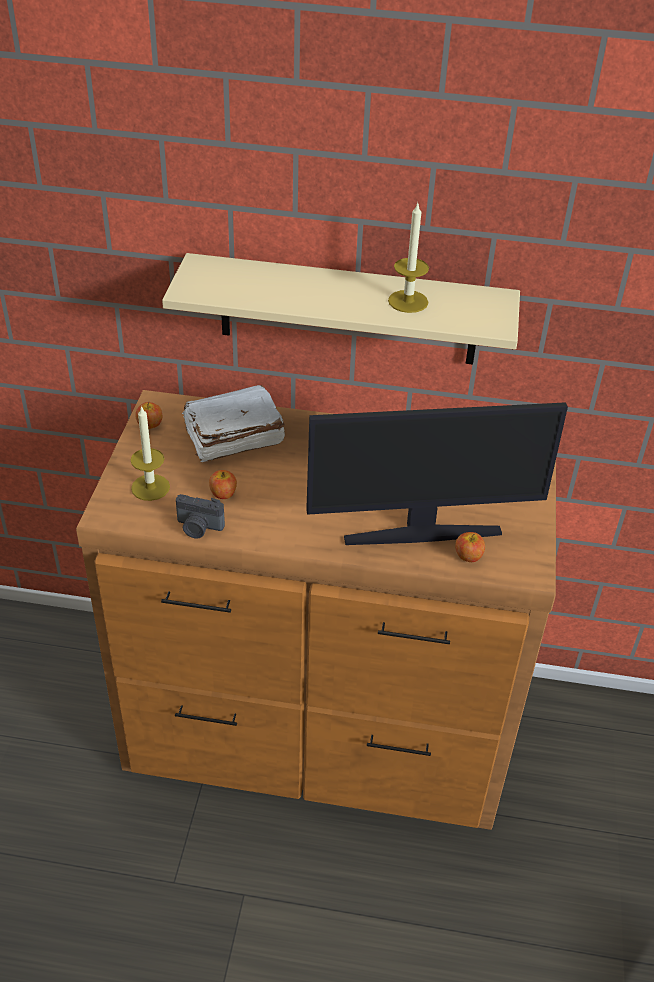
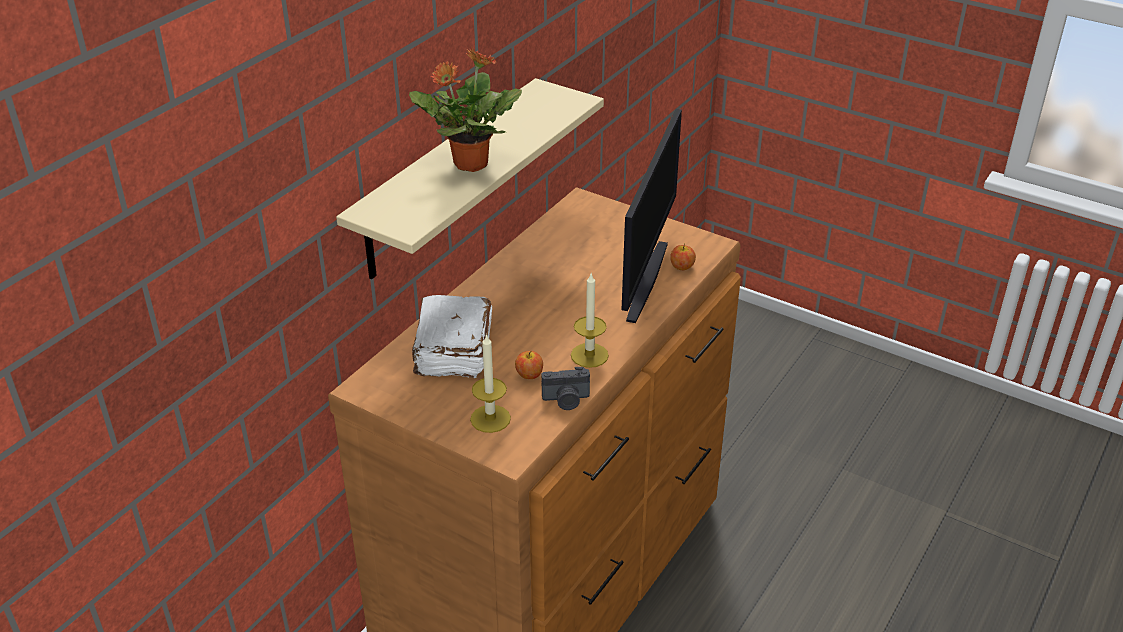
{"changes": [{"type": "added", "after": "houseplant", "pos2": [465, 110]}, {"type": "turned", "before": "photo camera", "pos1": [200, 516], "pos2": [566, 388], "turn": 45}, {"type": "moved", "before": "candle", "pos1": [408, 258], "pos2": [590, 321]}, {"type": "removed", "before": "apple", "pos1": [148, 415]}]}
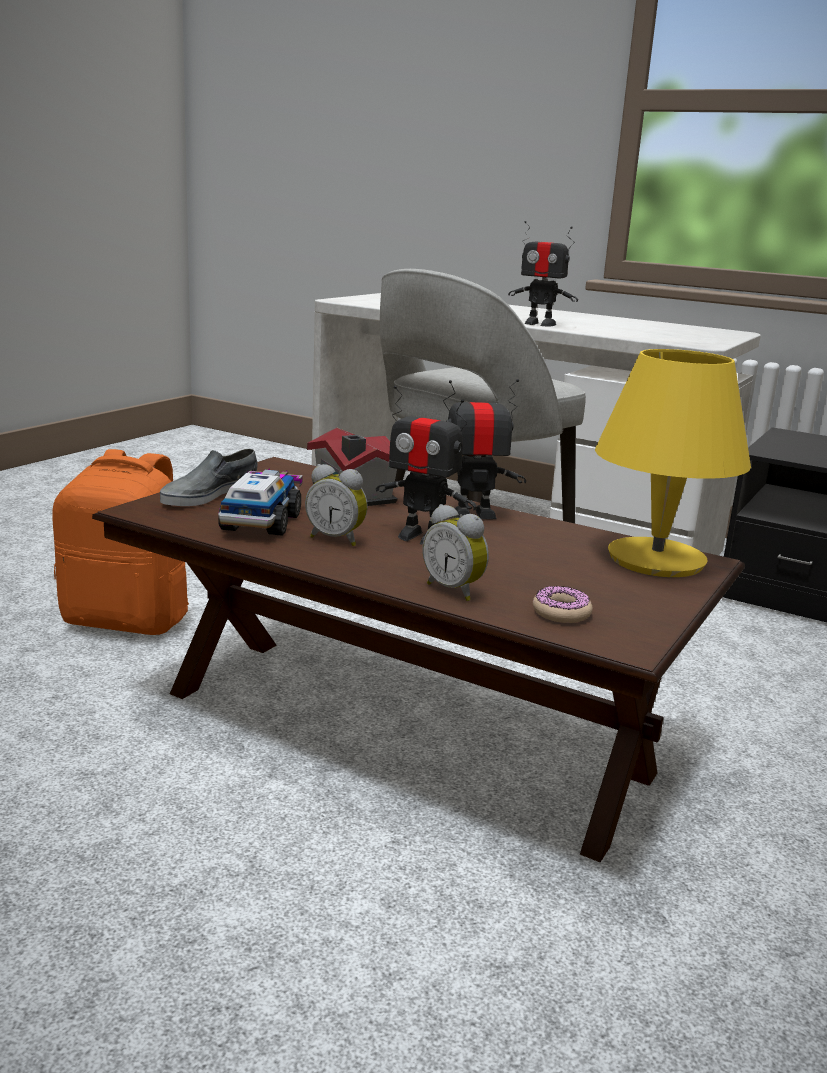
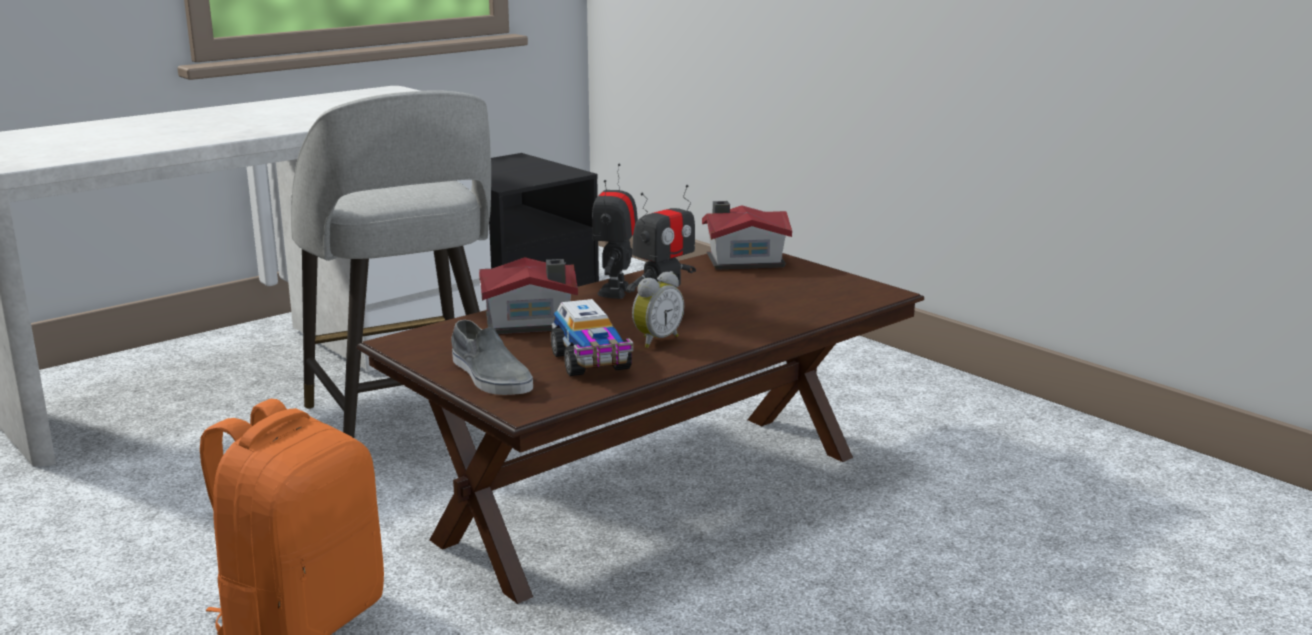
{"changes": [{"type": "turned", "before": "toy lorry", "pos1": [260, 502], "pos2": [592, 337], "turn": -135}, {"type": "replaced", "before": "yellow-coloured lamp for a table", "after": "model house", "pos1": [673, 463], "pos2": [747, 235]}, {"type": "removed", "before": "bedside clock", "pos1": [455, 552]}, {"type": "removed", "before": "toy robot", "pos1": [543, 273]}, {"type": "removed", "before": "doughnut", "pos1": [563, 604]}]}
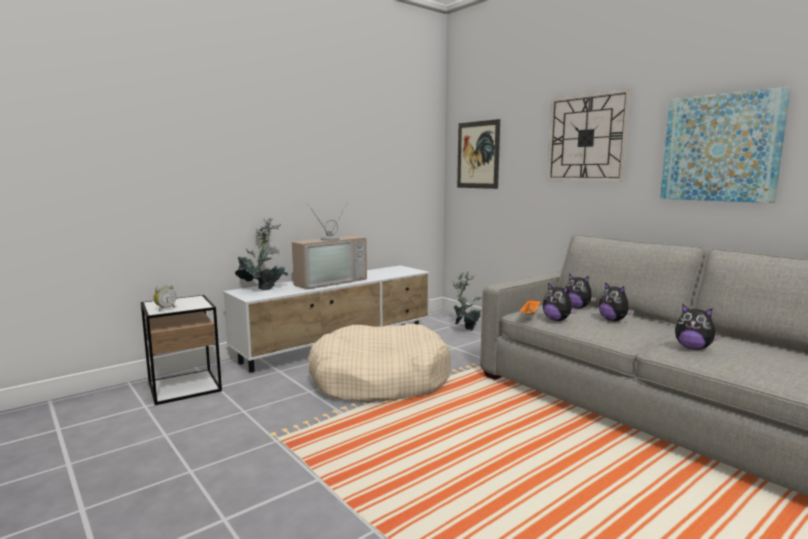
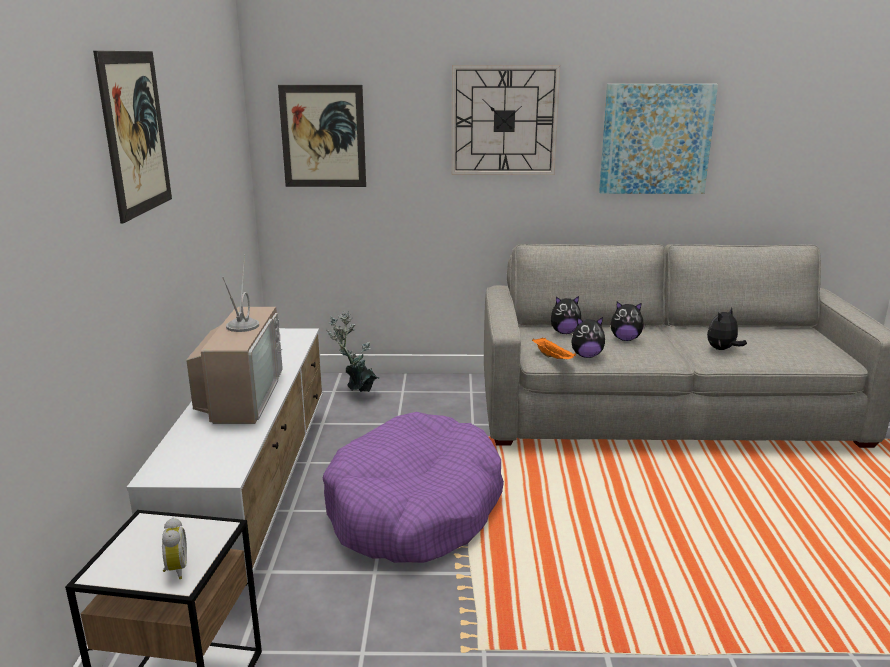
{"changes": [{"type": "added", "after": "picture", "pos2": [132, 137]}, {"type": "recoloured", "before": "beige-coloured dog cushion", "after": "purple dog cushion", "pos1": [379, 363], "pos2": [413, 487]}, {"type": "turned", "before": "soft toy", "pos1": [697, 327], "pos2": [727, 328], "turn": 150}, {"type": "removed", "before": "houseplant", "pos1": [262, 254]}]}
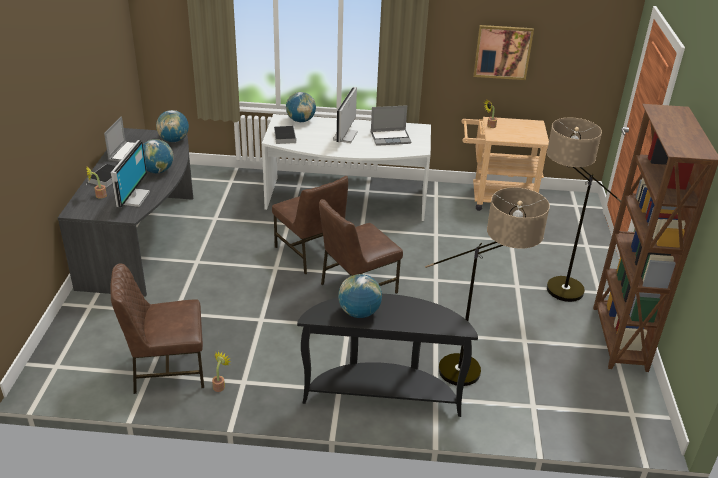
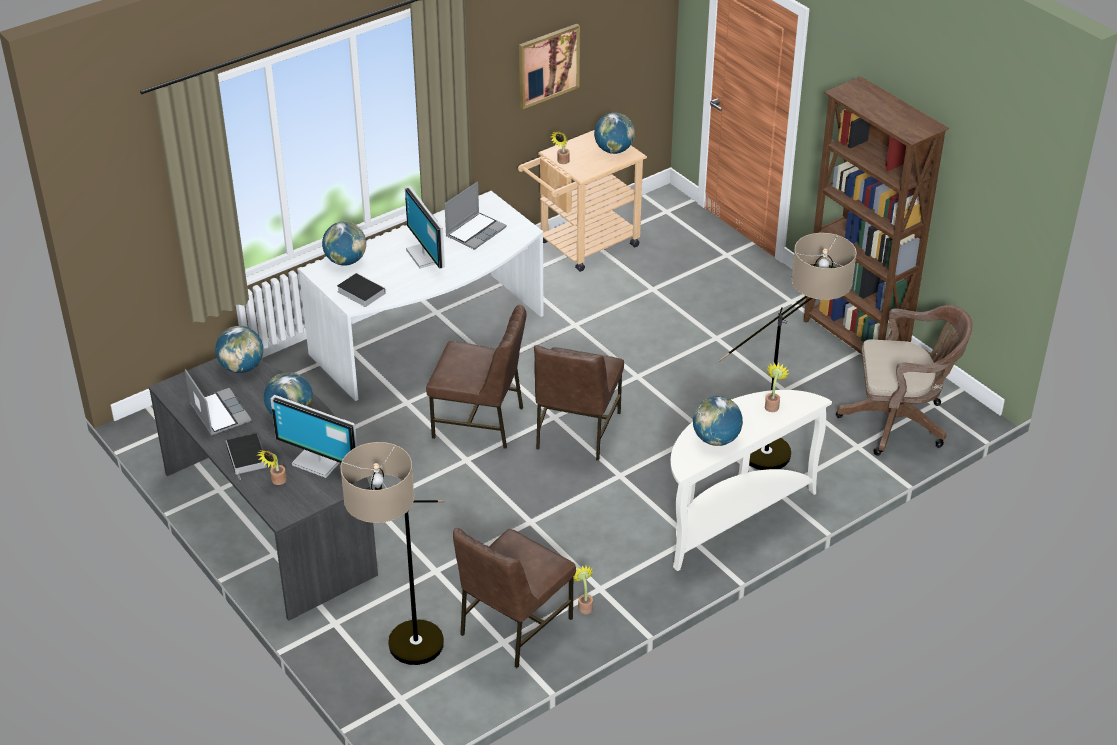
{"changes": [{"type": "turned", "before": "computer display", "pos1": [130, 174], "pos2": [313, 436], "turn": 150}, {"type": "moved", "before": "floor lamp", "pos1": [584, 209], "pos2": [392, 553]}, {"type": "added", "after": "globe", "pos2": [614, 133]}, {"type": "recoloured", "before": "black console table", "after": "white-coloured console table", "pos1": [387, 355], "pos2": [751, 480]}, {"type": "added", "after": "houseplant", "pos2": [777, 387]}, {"type": "added", "after": "brown-coloured computer chair", "pos2": [904, 380]}]}
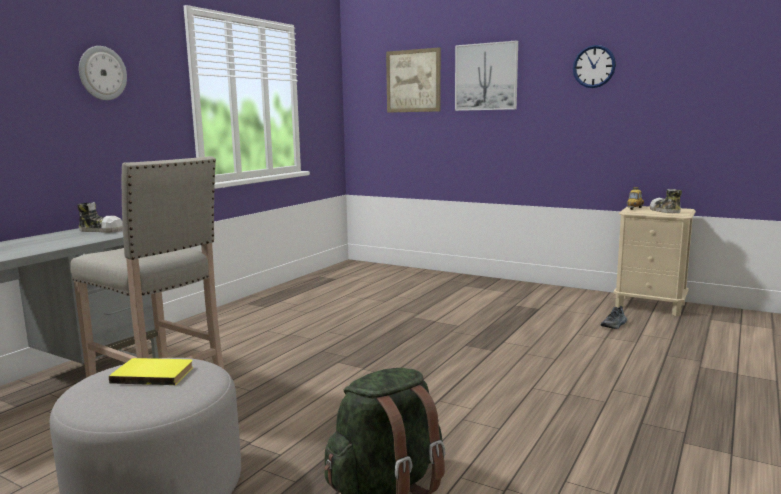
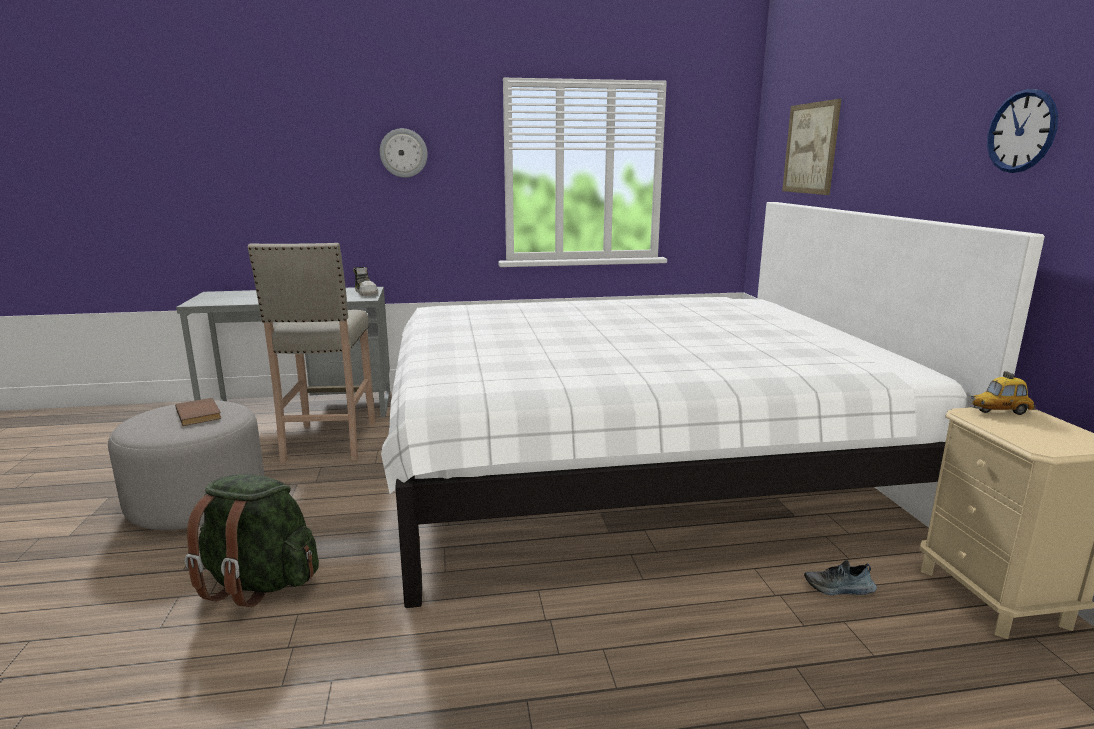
{"changes": [{"type": "recoloured", "before": "yellow-coloured volume", "after": "brown-coloured volume", "pos1": [151, 371], "pos2": [198, 412]}, {"type": "added", "after": "white-coloured bed", "pos2": [713, 405]}, {"type": "removed", "before": "picture", "pos1": [486, 75]}, {"type": "removed", "before": "low shoe", "pos1": [666, 201]}]}
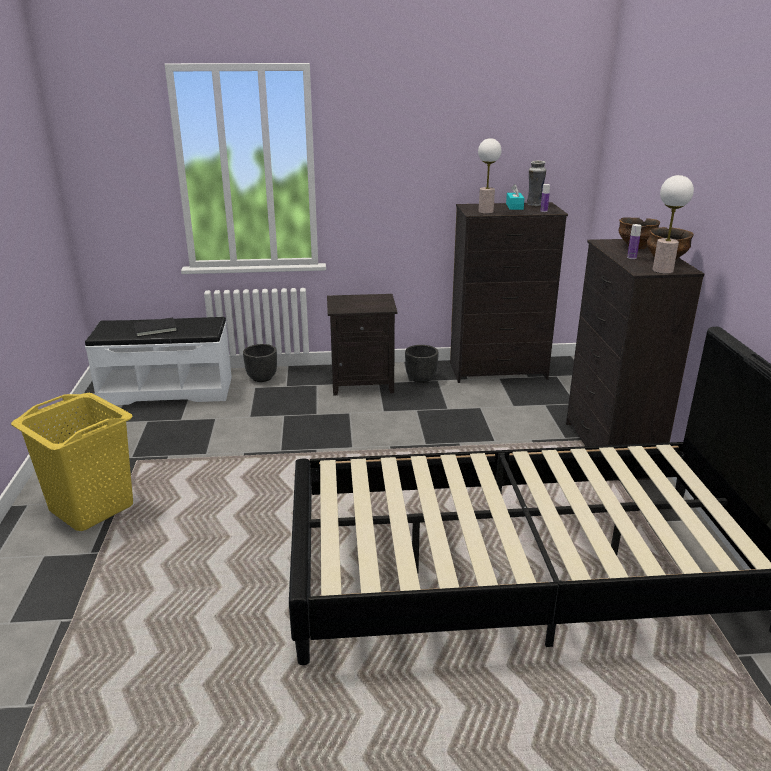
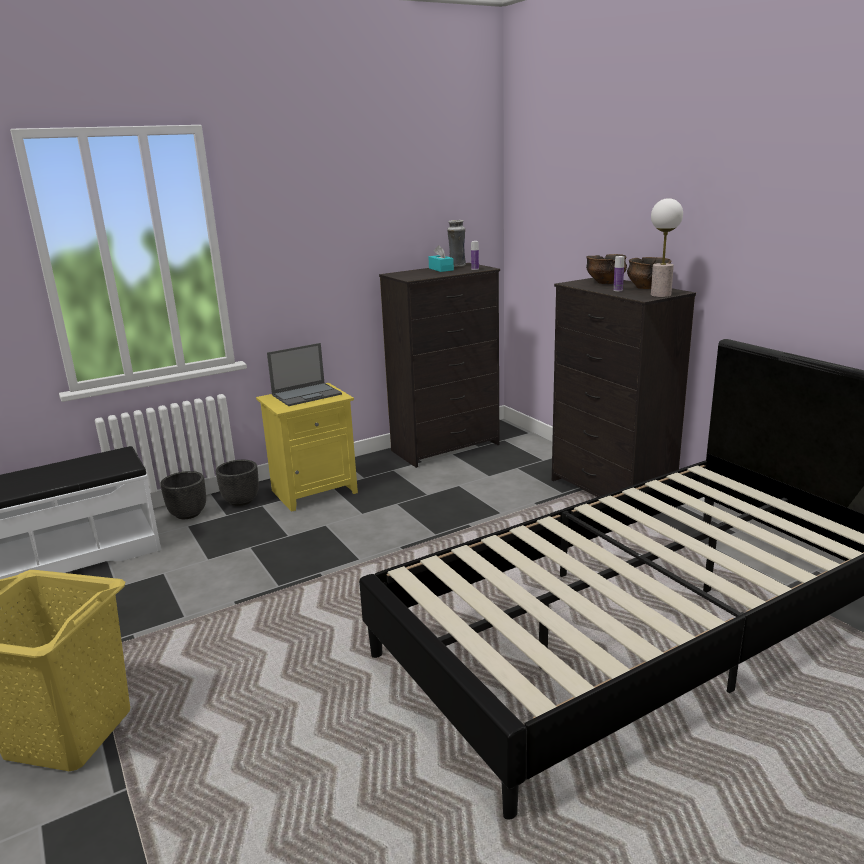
{"changes": [{"type": "moved", "before": "black flower pot", "pos1": [422, 364], "pos2": [237, 483]}, {"type": "recoloured", "before": "black bedside table", "after": "yellow-coloured bedside table", "pos1": [362, 344], "pos2": [307, 447]}, {"type": "added", "after": "laptop", "pos2": [304, 374]}, {"type": "removed", "before": "black volume", "pos1": [155, 327]}, {"type": "removed", "before": "lamp for a table", "pos1": [489, 176]}]}
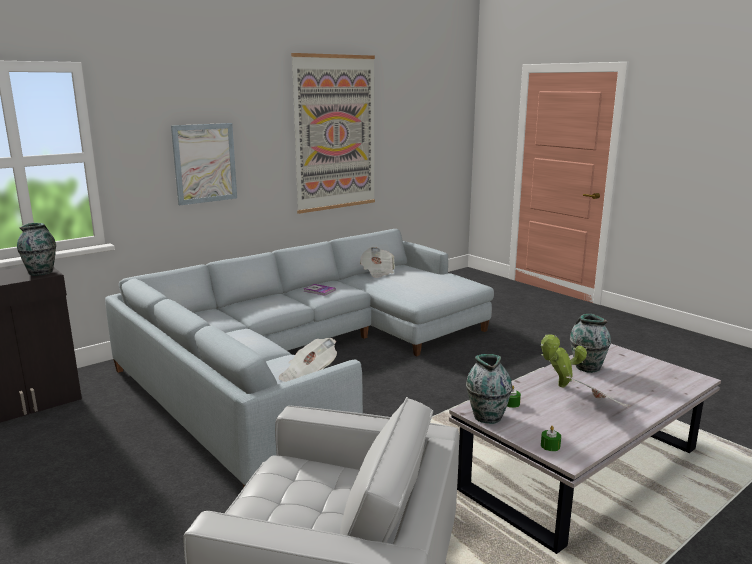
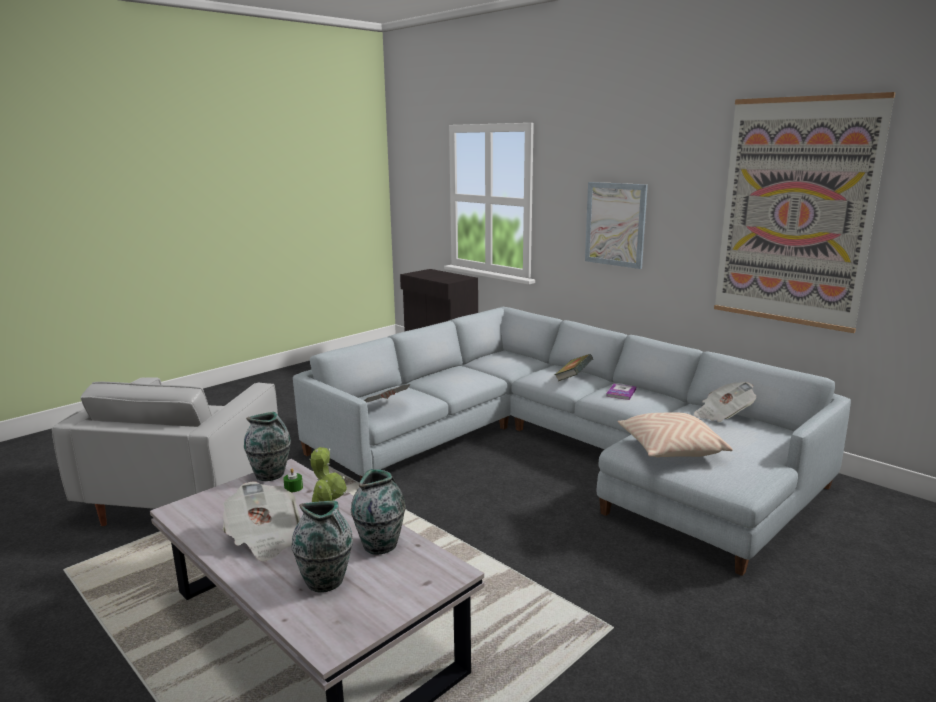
{"changes": [{"type": "moved", "before": "flower vase", "pos1": [36, 249], "pos2": [322, 547]}, {"type": "added", "after": "volume", "pos2": [573, 367]}, {"type": "added", "after": "beige-coloured cushion", "pos2": [675, 435]}, {"type": "removed", "before": "greenish candle", "pos1": [551, 438]}]}
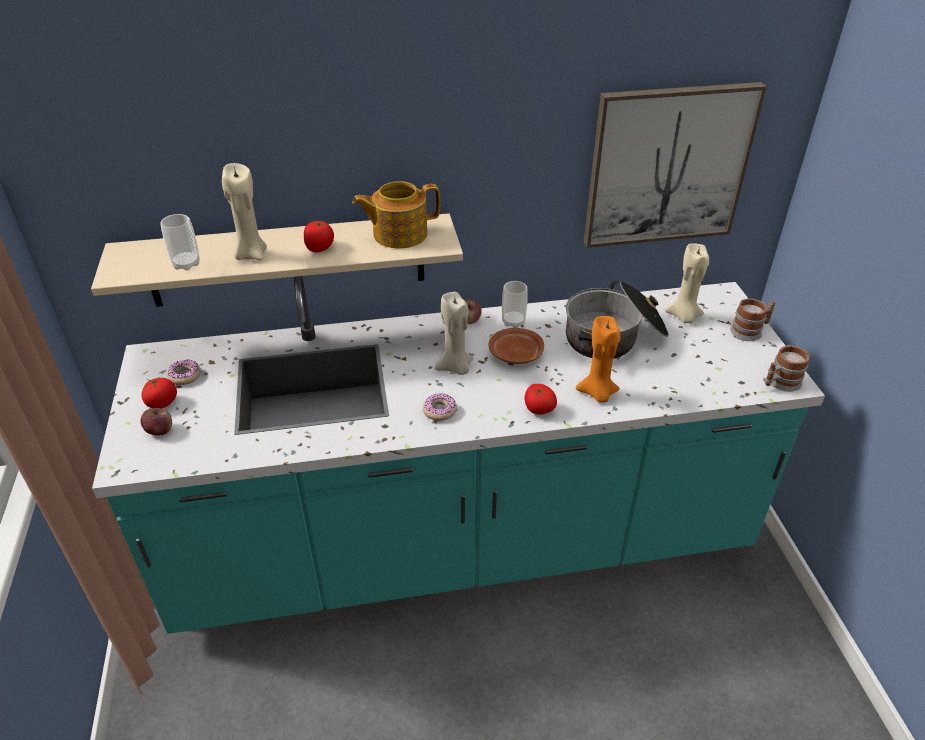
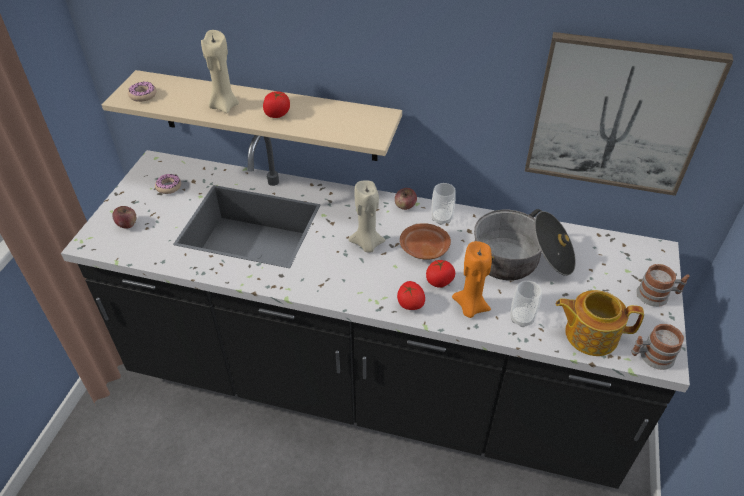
{"changes": [{"type": "recoloured", "before": "blue-green kitchen counter", "after": "black kitchen counter", "pos1": [458, 455], "pos2": [375, 312]}, {"type": "moved", "before": "doughnut", "pos1": [440, 407], "pos2": [142, 91]}, {"type": "moved", "before": "tomato", "pos1": [159, 393], "pos2": [440, 274]}, {"type": "moved", "before": "small cup", "pos1": [180, 242], "pos2": [526, 304]}, {"type": "moved", "before": "teapot", "pos1": [396, 214], "pos2": [600, 323]}, {"type": "removed", "before": "beige-coloured candle", "pos1": [687, 283]}]}
